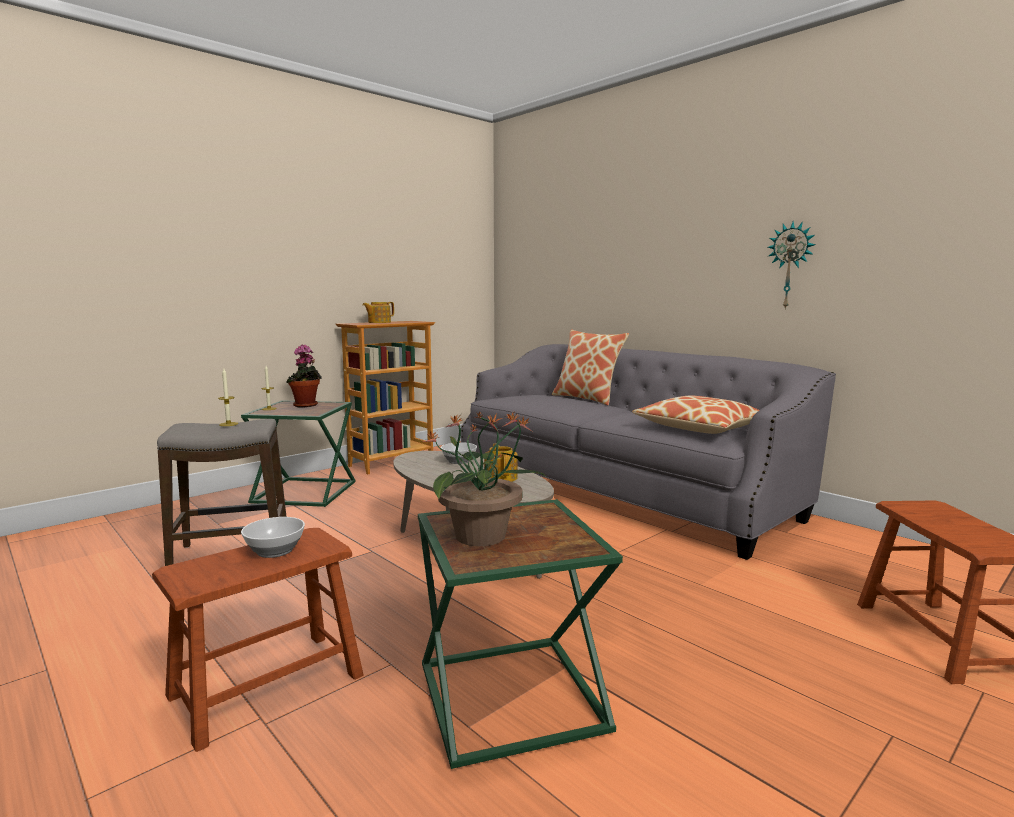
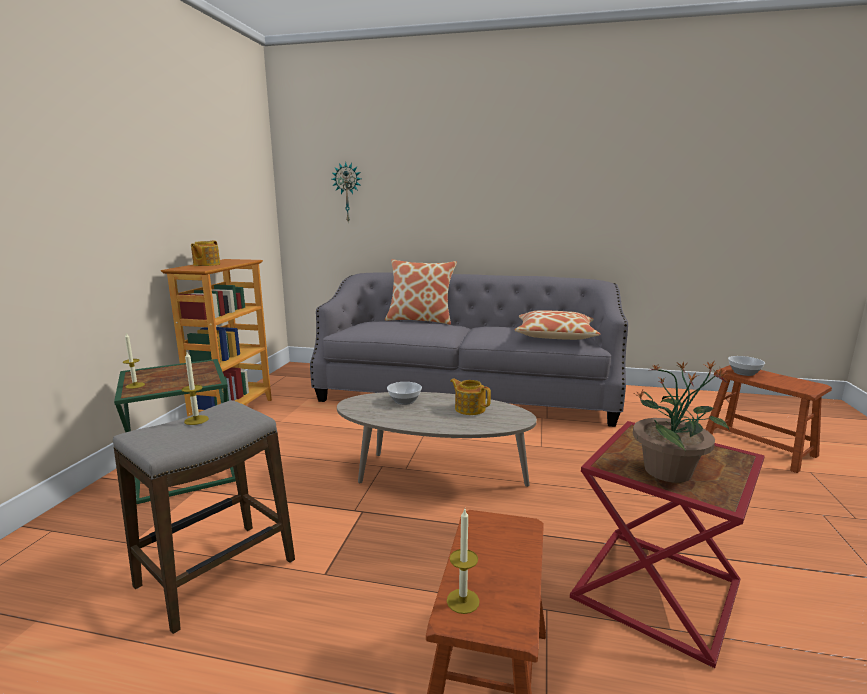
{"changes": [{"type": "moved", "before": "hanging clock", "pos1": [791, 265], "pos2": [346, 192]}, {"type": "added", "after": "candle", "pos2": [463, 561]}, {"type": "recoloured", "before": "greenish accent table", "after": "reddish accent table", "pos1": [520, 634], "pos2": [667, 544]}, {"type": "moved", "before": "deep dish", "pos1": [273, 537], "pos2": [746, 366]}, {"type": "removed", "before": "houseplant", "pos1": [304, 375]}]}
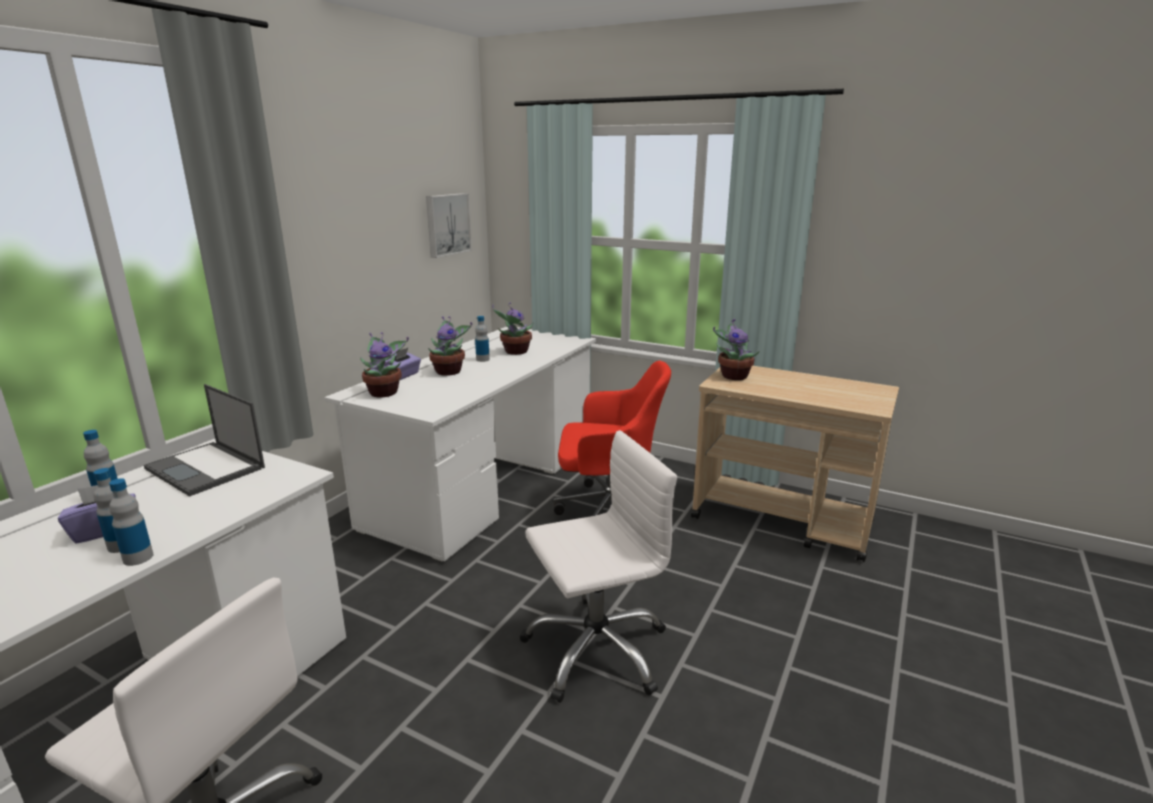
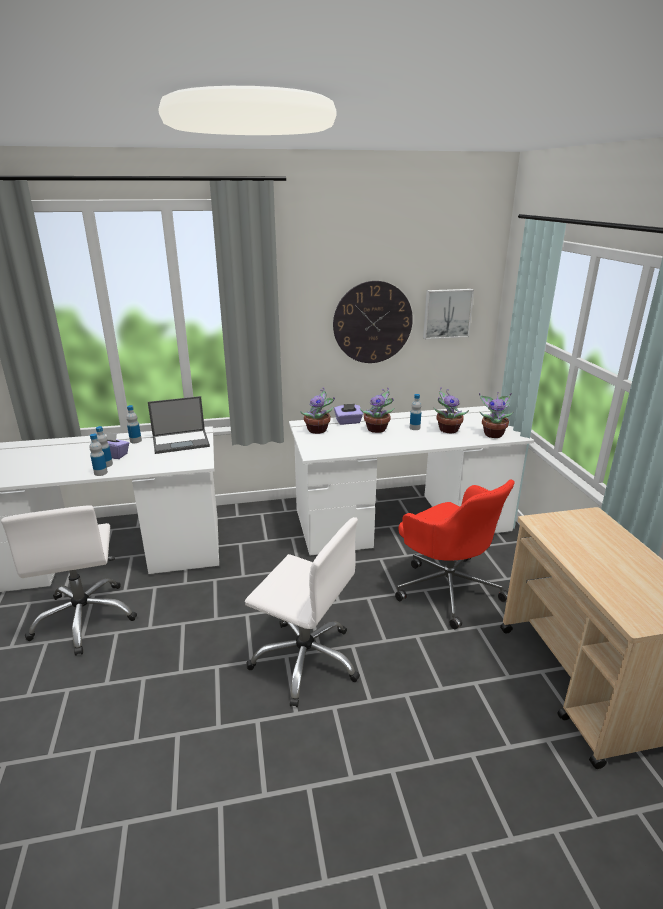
{"changes": [{"type": "turned", "before": "laptop", "pos1": [204, 440], "pos2": [179, 425], "turn": -105}, {"type": "added", "after": "hanging clock", "pos2": [373, 322]}, {"type": "moved", "before": "houseplant", "pos1": [736, 349], "pos2": [496, 415]}]}
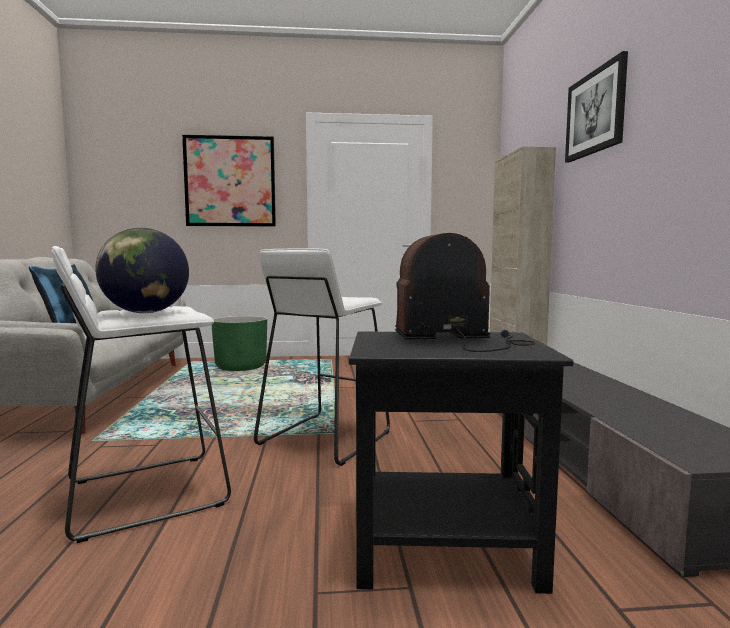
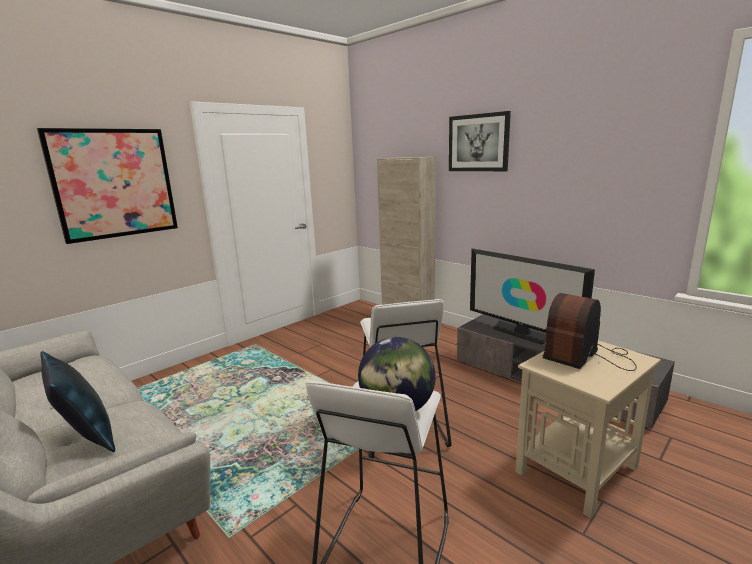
{"changes": [{"type": "added", "after": "TV", "pos2": [532, 296]}, {"type": "recoloured", "before": "black accent table", "after": "beige-coloured accent table", "pos1": [461, 463], "pos2": [588, 429]}, {"type": "removed", "before": "greenish flower pot", "pos1": [239, 343]}]}
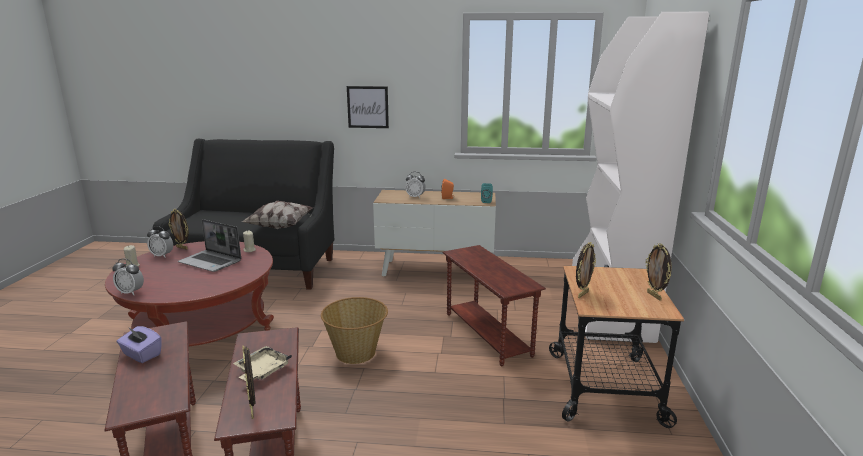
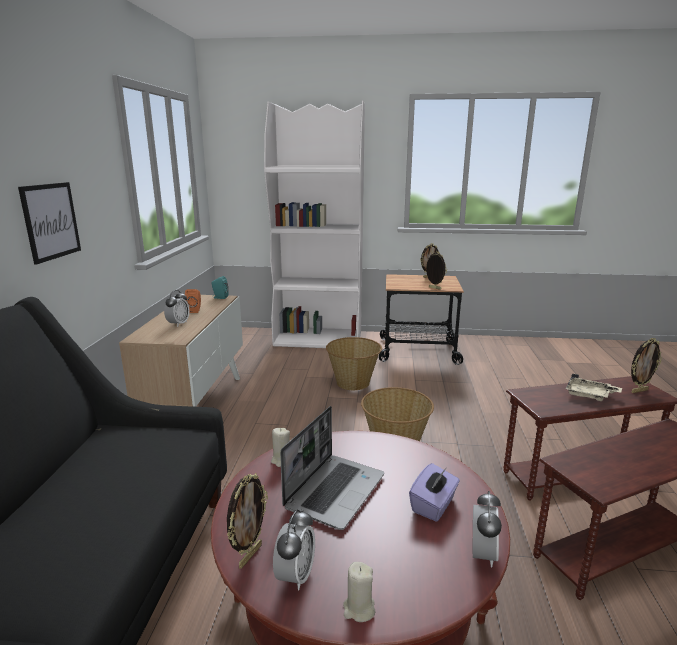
{"changes": [{"type": "replaced", "before": "brown-coloured accent table", "after": "storage basket", "pos1": [494, 305], "pos2": [354, 363]}, {"type": "moved", "before": "purple box of tissues", "pos1": [139, 344], "pos2": [434, 492]}, {"type": "removed", "before": "cushion", "pos1": [277, 215]}]}
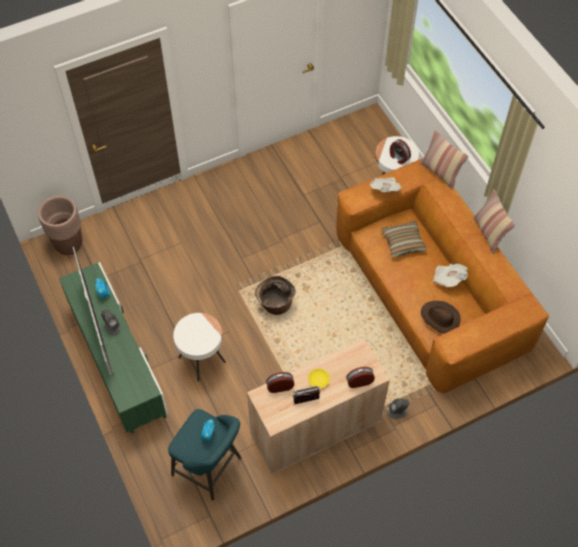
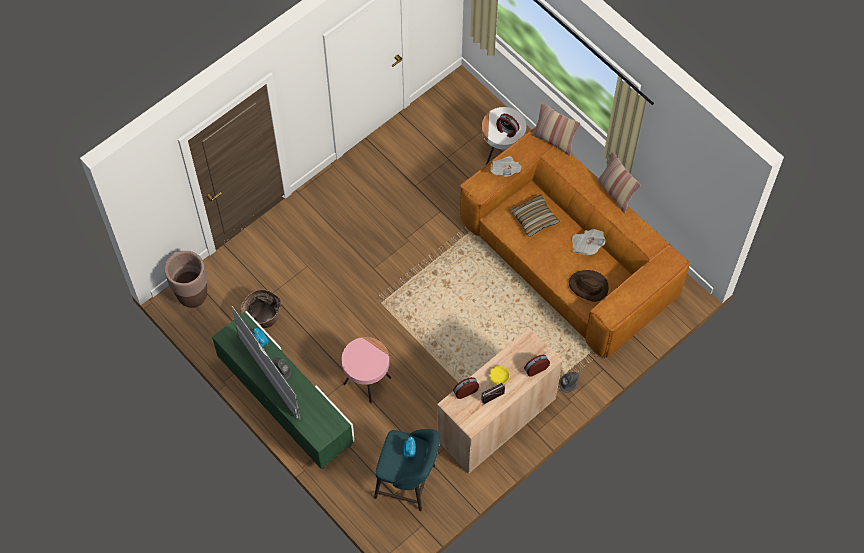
{"changes": [{"type": "moved", "before": "storage basket", "pos1": [275, 295], "pos2": [260, 308]}, {"type": "recoloured", "before": "white-coloured accent table", "after": "pink-coloured accent table", "pos1": [199, 347], "pos2": [366, 370]}]}
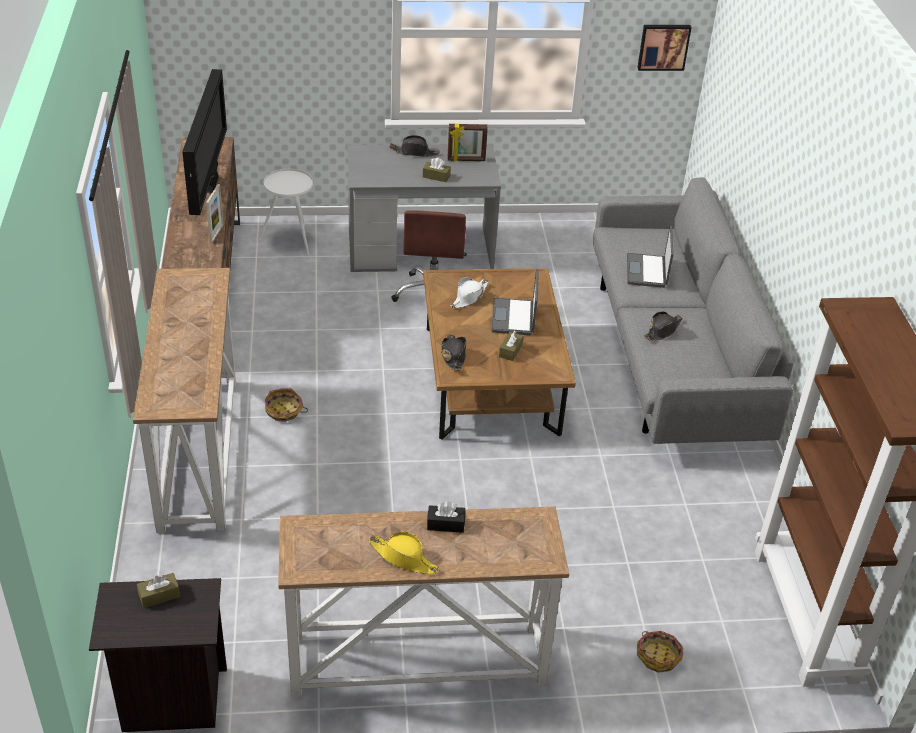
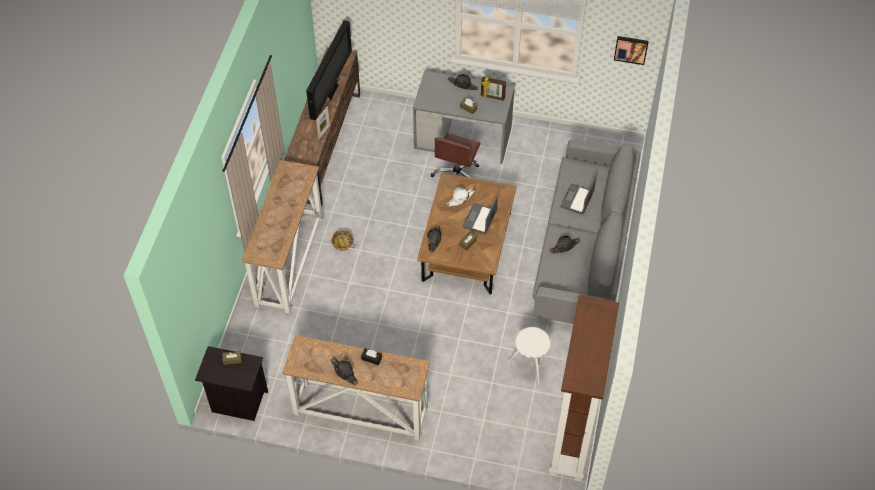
{"changes": [{"type": "recoloured", "before": "yellow-coloured hat", "after": "black hat", "pos1": [404, 552], "pos2": [344, 371]}, {"type": "moved", "before": "white-coloured accent table", "pos1": [286, 212], "pos2": [529, 356]}, {"type": "removed", "before": "storage basket", "pos1": [660, 652]}]}
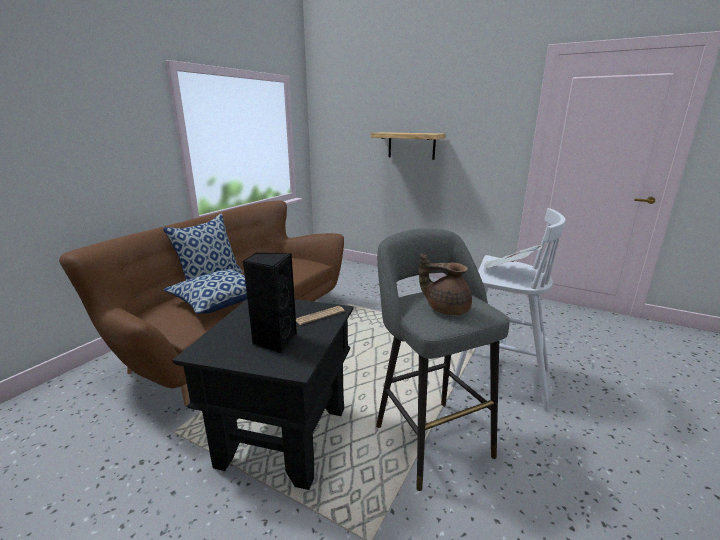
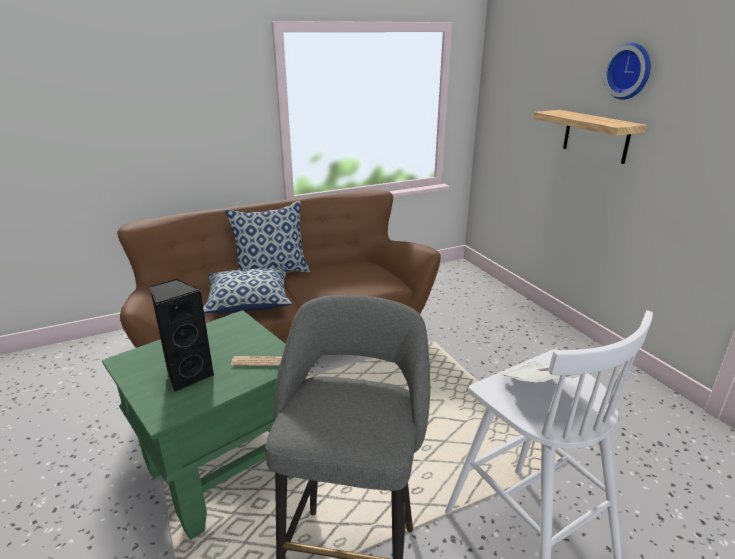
{"changes": [{"type": "recoloured", "before": "black accent table", "after": "greenish accent table", "pos1": [263, 394], "pos2": [198, 425]}, {"type": "added", "after": "hanging clock", "pos2": [627, 71]}, {"type": "removed", "before": "brown-coloured teapot", "pos1": [445, 284]}]}
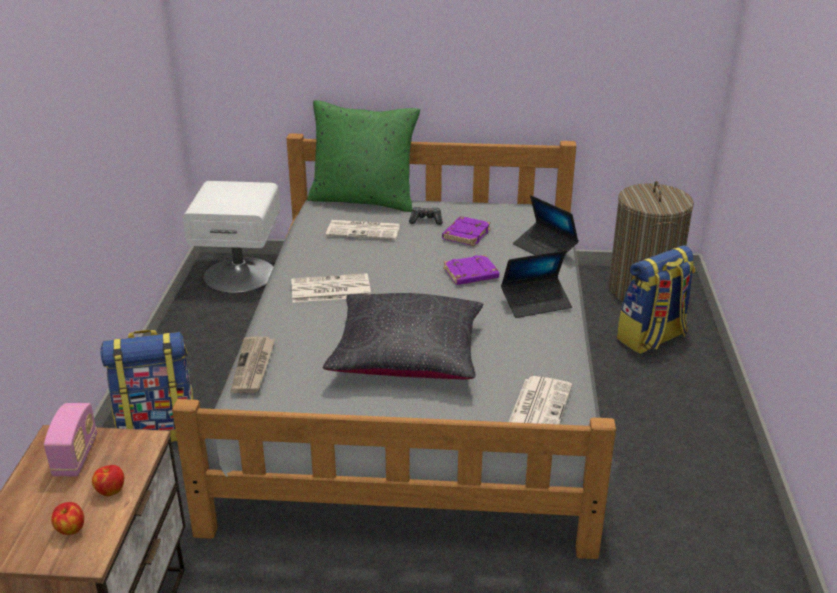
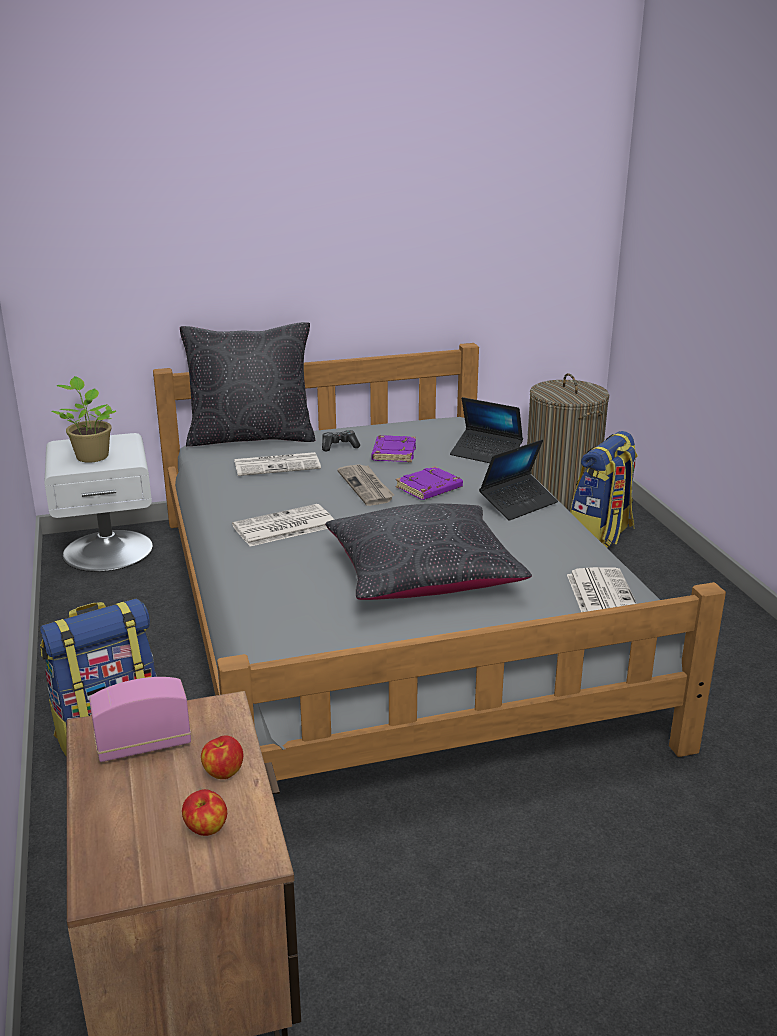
{"changes": [{"type": "added", "after": "houseplant", "pos2": [83, 419]}, {"type": "turned", "before": "radio", "pos1": [70, 439], "pos2": [140, 719], "turn": -90}, {"type": "recoloured", "before": "greenish cushion", "after": "black cushion", "pos1": [363, 156], "pos2": [247, 384]}, {"type": "moved", "before": "daily paper", "pos1": [253, 365], "pos2": [365, 485]}]}
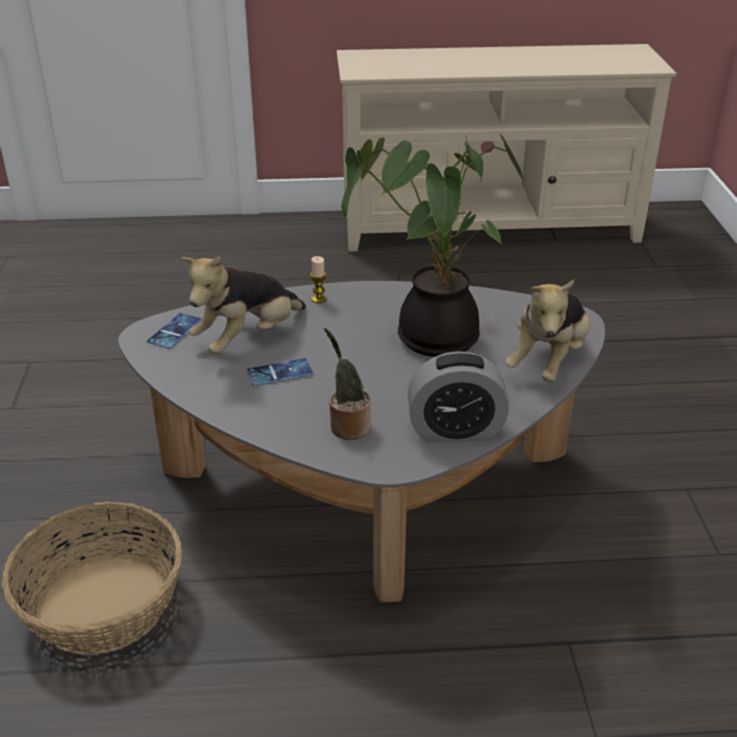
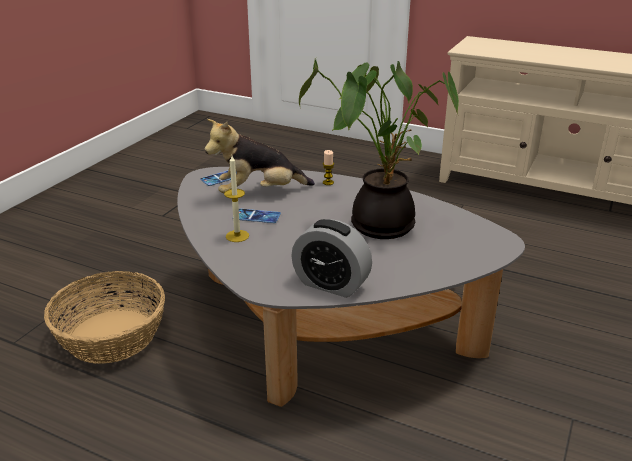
{"changes": [{"type": "added", "after": "candle", "pos2": [236, 199]}, {"type": "removed", "before": "houseplant", "pos1": [347, 384]}, {"type": "removed", "before": "soft toy", "pos1": [548, 331]}]}
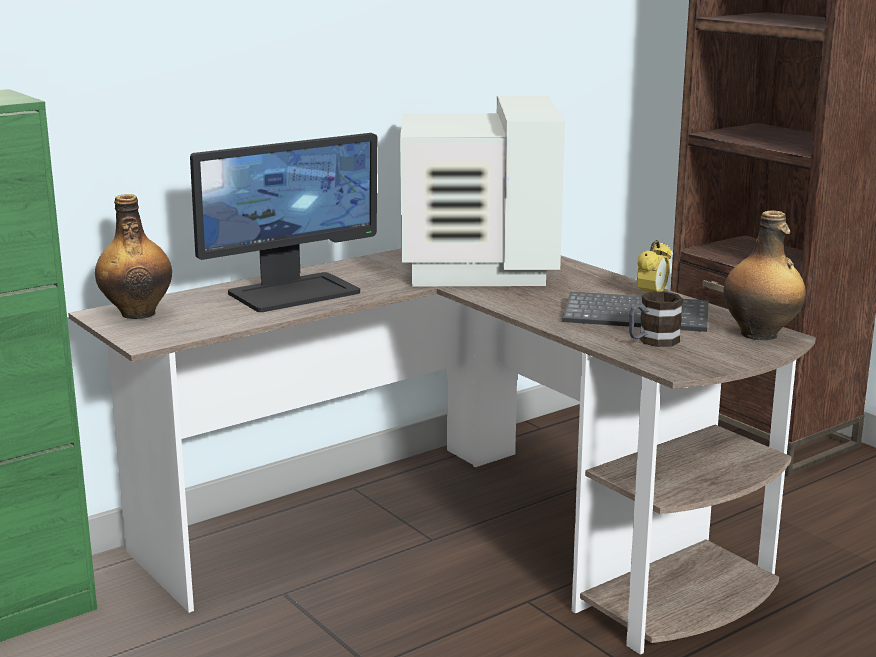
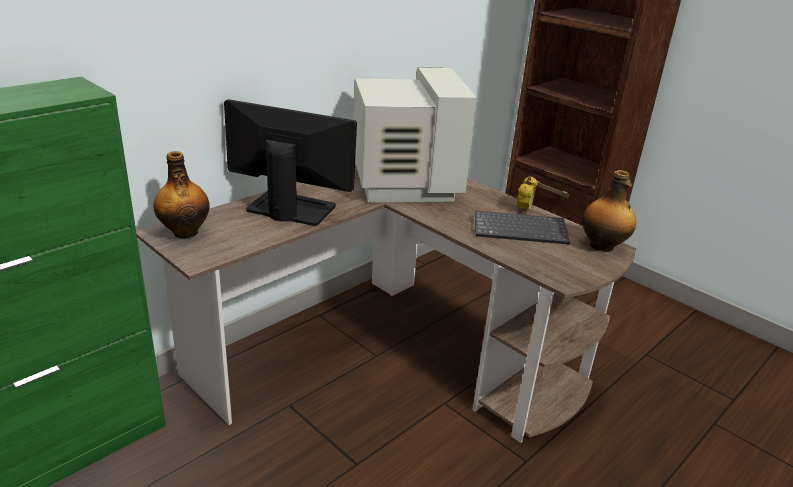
{"changes": [{"type": "turned", "before": "computer display", "pos1": [283, 222], "pos2": [290, 162], "turn": -120}, {"type": "removed", "before": "coffee mug", "pos1": [656, 319]}]}
